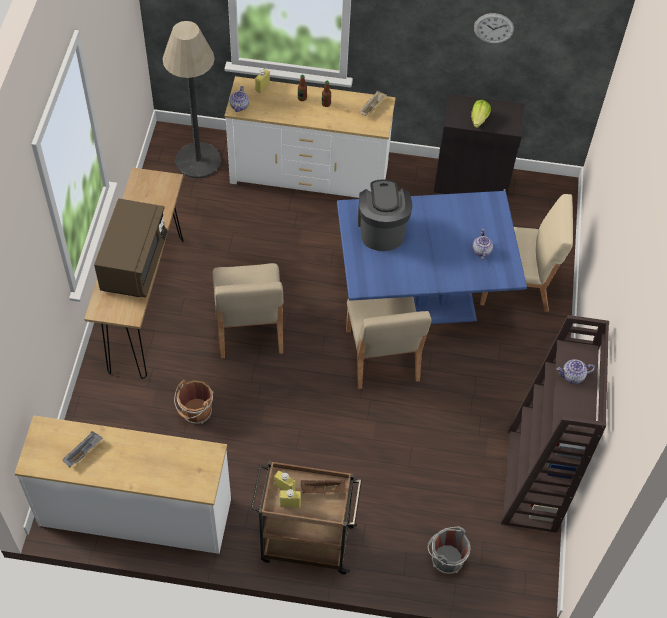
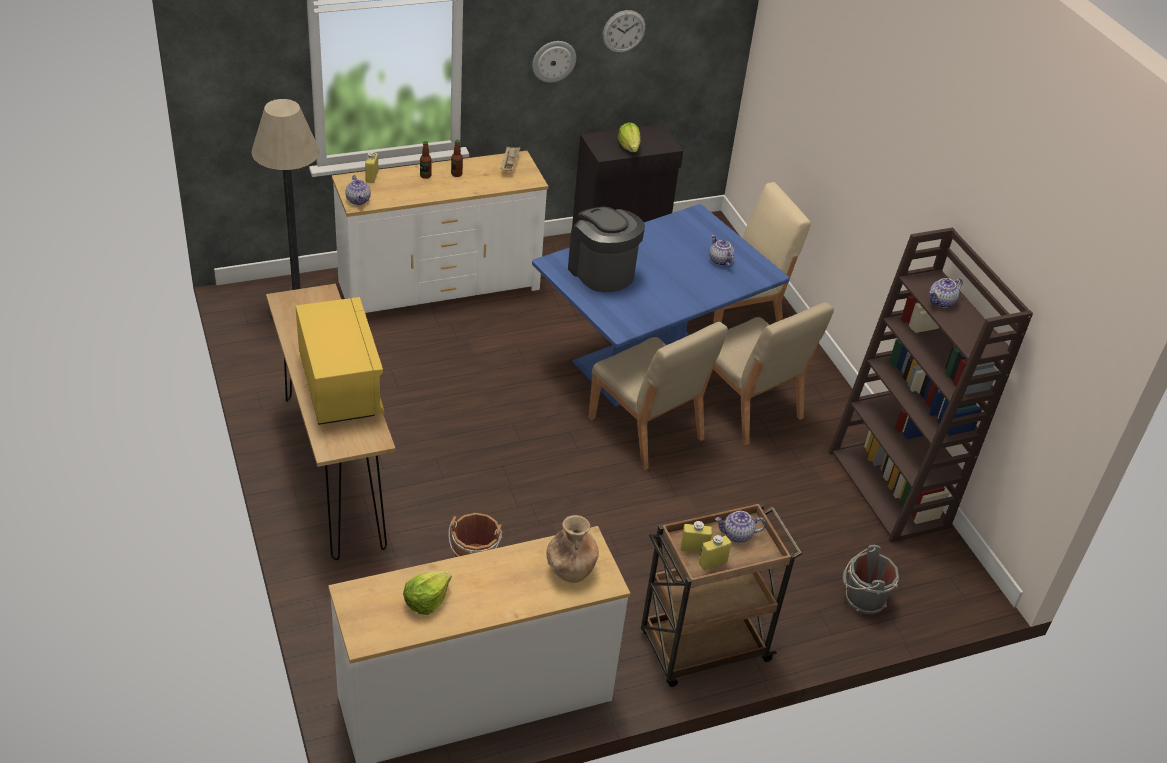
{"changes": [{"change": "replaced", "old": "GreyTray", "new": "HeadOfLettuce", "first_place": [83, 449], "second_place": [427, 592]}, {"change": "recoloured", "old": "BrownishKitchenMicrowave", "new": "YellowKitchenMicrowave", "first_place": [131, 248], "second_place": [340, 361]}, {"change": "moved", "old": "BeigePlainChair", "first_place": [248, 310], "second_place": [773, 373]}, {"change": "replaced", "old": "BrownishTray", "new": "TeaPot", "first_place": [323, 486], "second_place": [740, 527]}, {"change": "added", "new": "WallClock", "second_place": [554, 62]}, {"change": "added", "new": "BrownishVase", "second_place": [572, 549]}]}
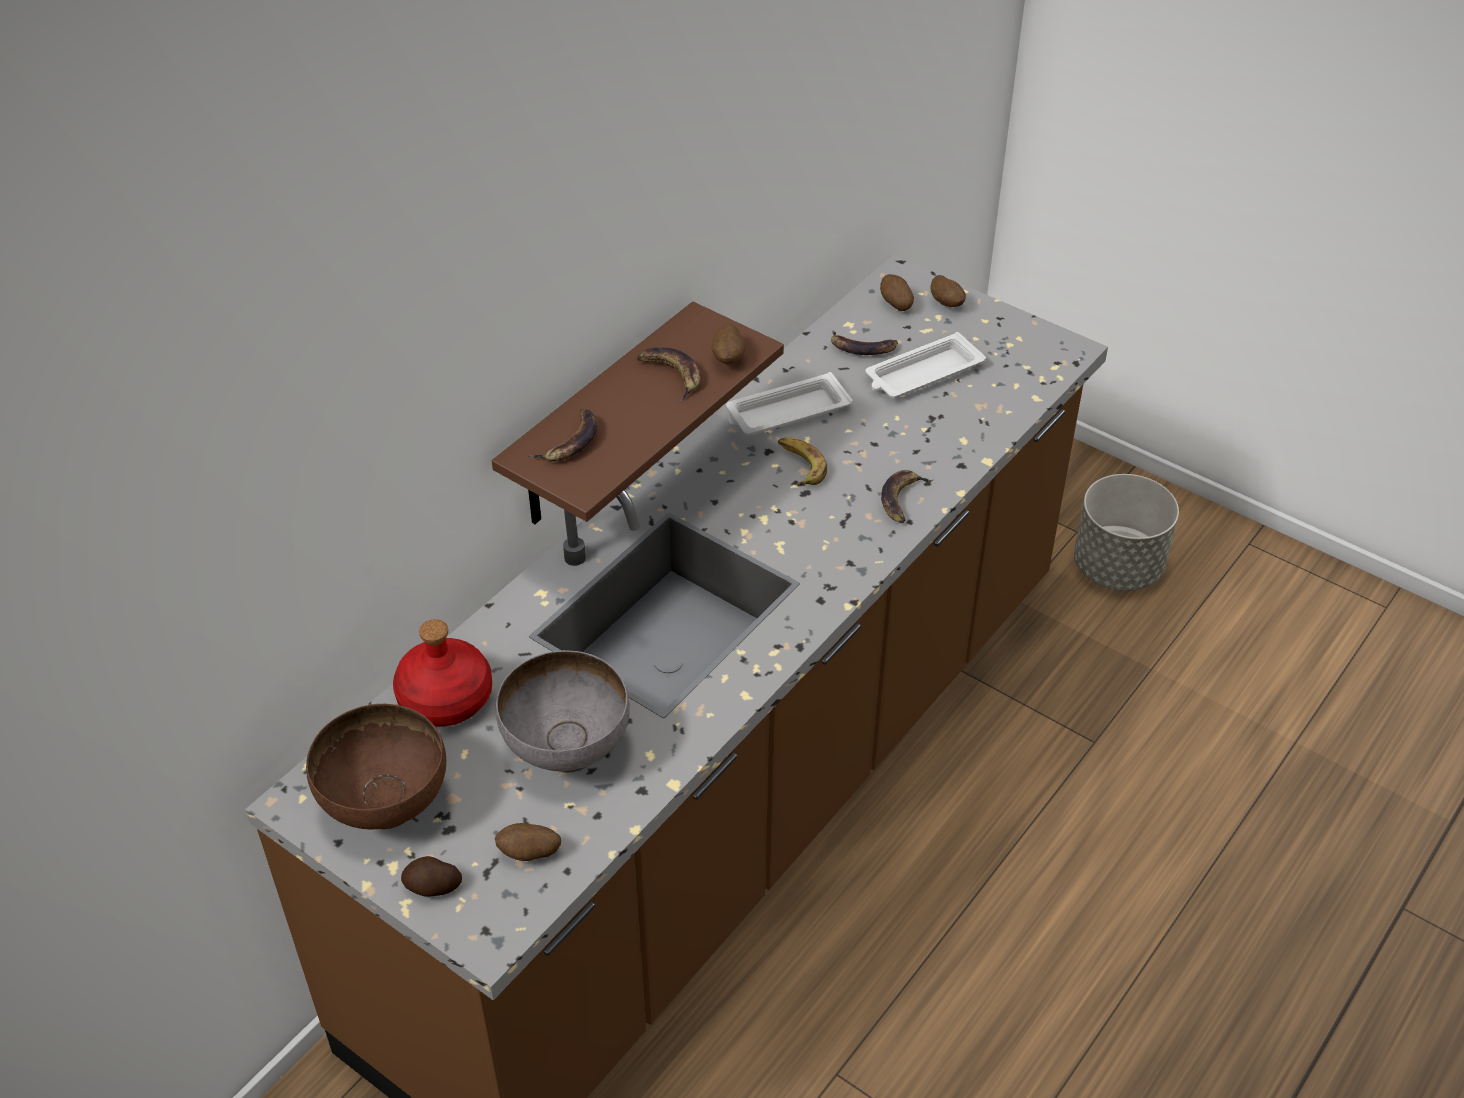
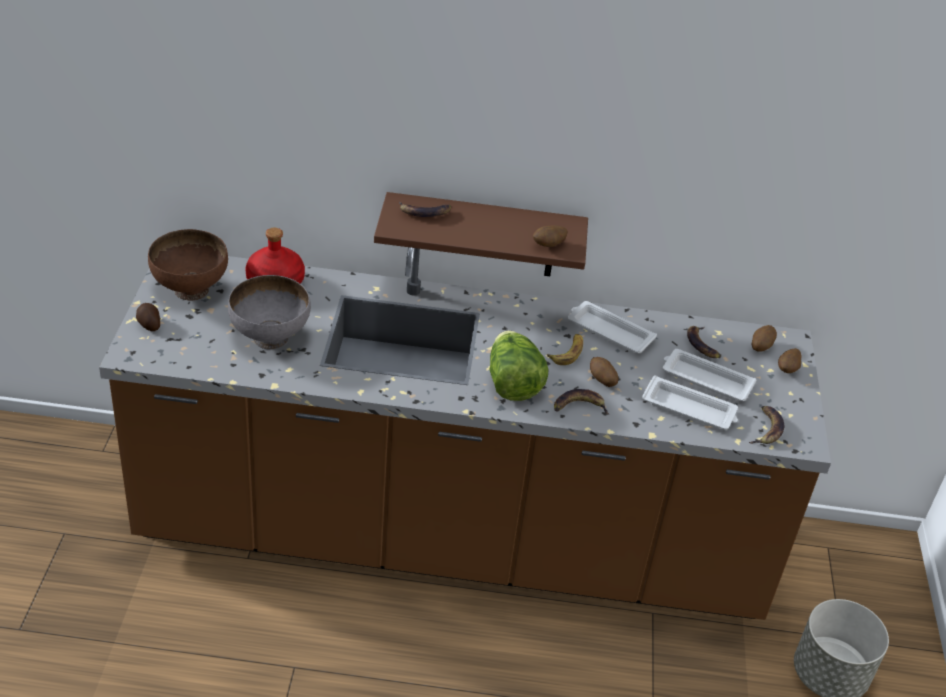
{"changes": [{"change": "moved", "old": "Potato", "first_place": [528, 842], "second_place": [604, 372]}, {"change": "moved", "old": "Banana", "first_place": [668, 374], "second_place": [766, 425]}, {"change": "added", "new": "HeadOfLettuce", "second_place": [519, 366]}, {"change": "added", "new": "WhitishTray", "second_place": [690, 402]}]}
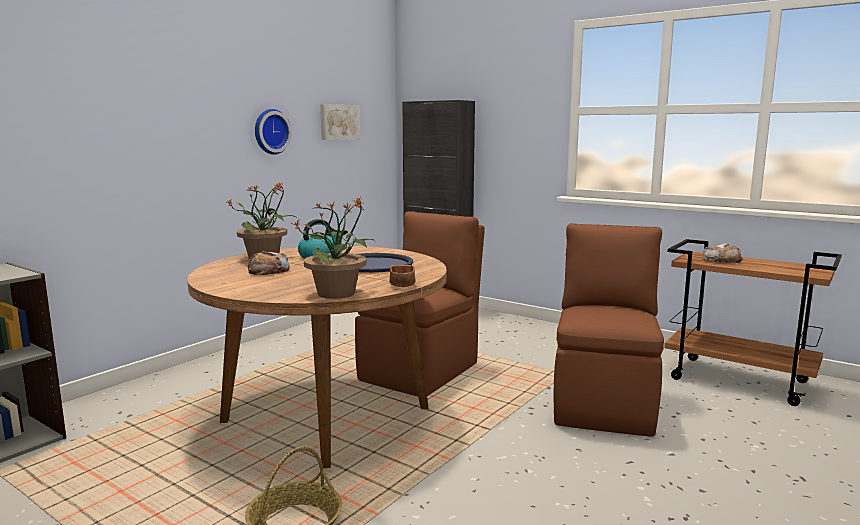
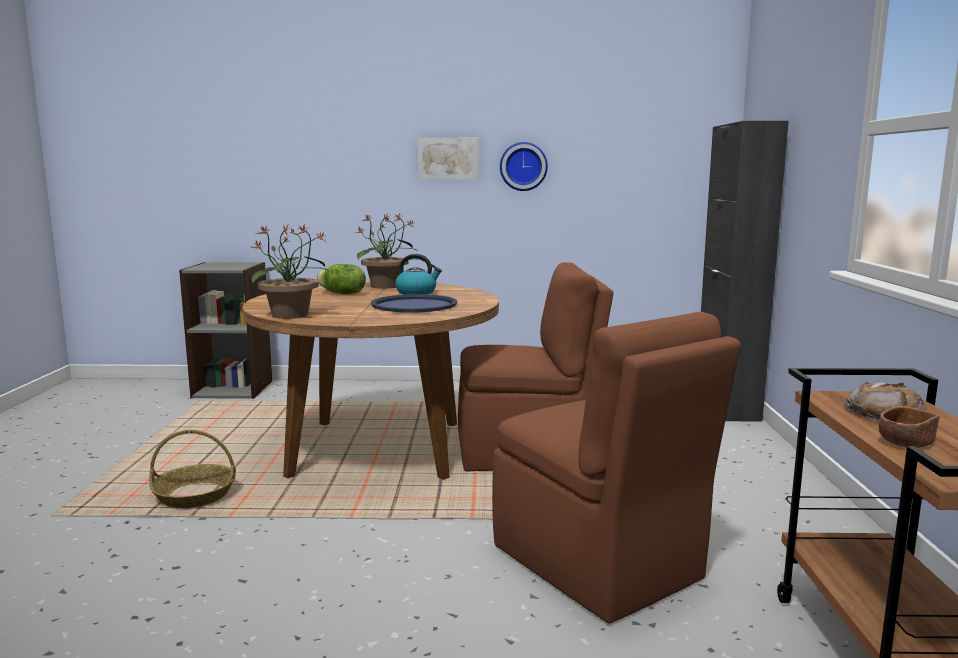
{"changes": [{"change": "replaced", "old": "BakedBread", "new": "HeadOfLettuce", "first_place": [268, 263], "second_place": [341, 279]}, {"change": "moved", "old": "Picture", "first_place": [340, 122], "second_place": [448, 158]}, {"change": "moved", "old": "BrownishDeepDish", "first_place": [402, 276], "second_place": [909, 427]}, {"change": "turned", "old": "BrownishPlainChair", "first_place": [609, 330], "second_place": [616, 468], "degrees": 75}]}
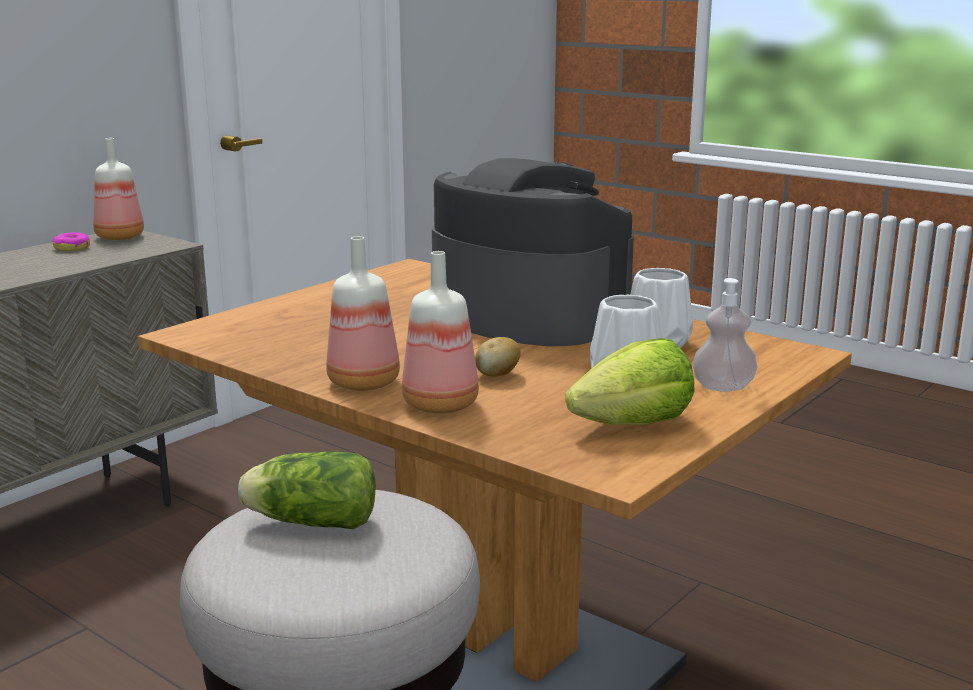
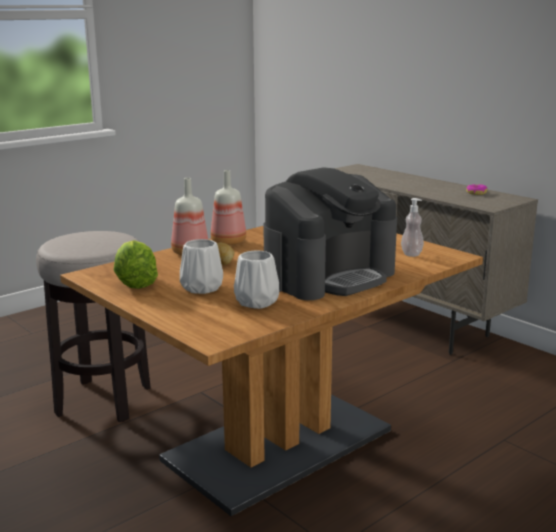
{"changes": [{"change": "removed", "old": "Bottle", "first_place": [118, 189]}, {"change": "removed", "old": "HeadOfLettuce", "first_place": [306, 490]}, {"change": "moved", "old": "SoapBottle", "first_place": [725, 335], "second_place": [412, 227]}]}
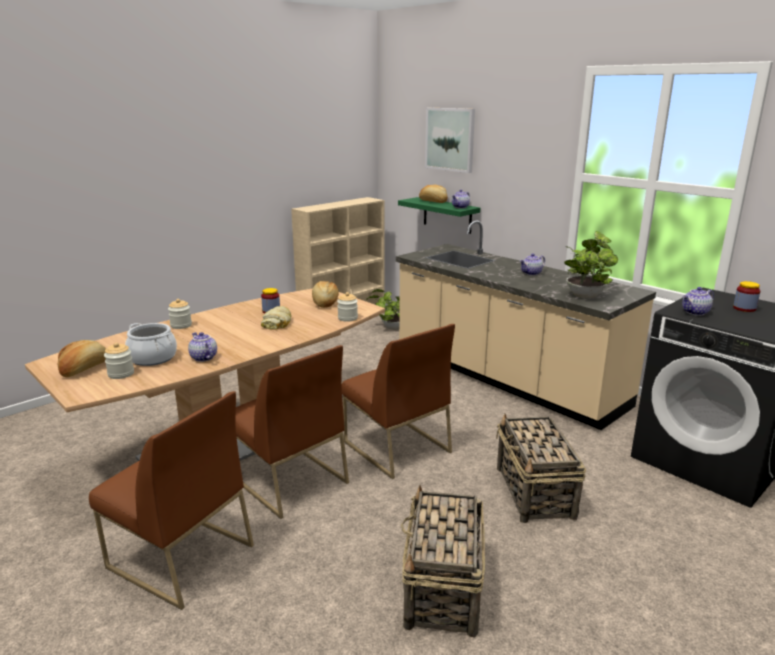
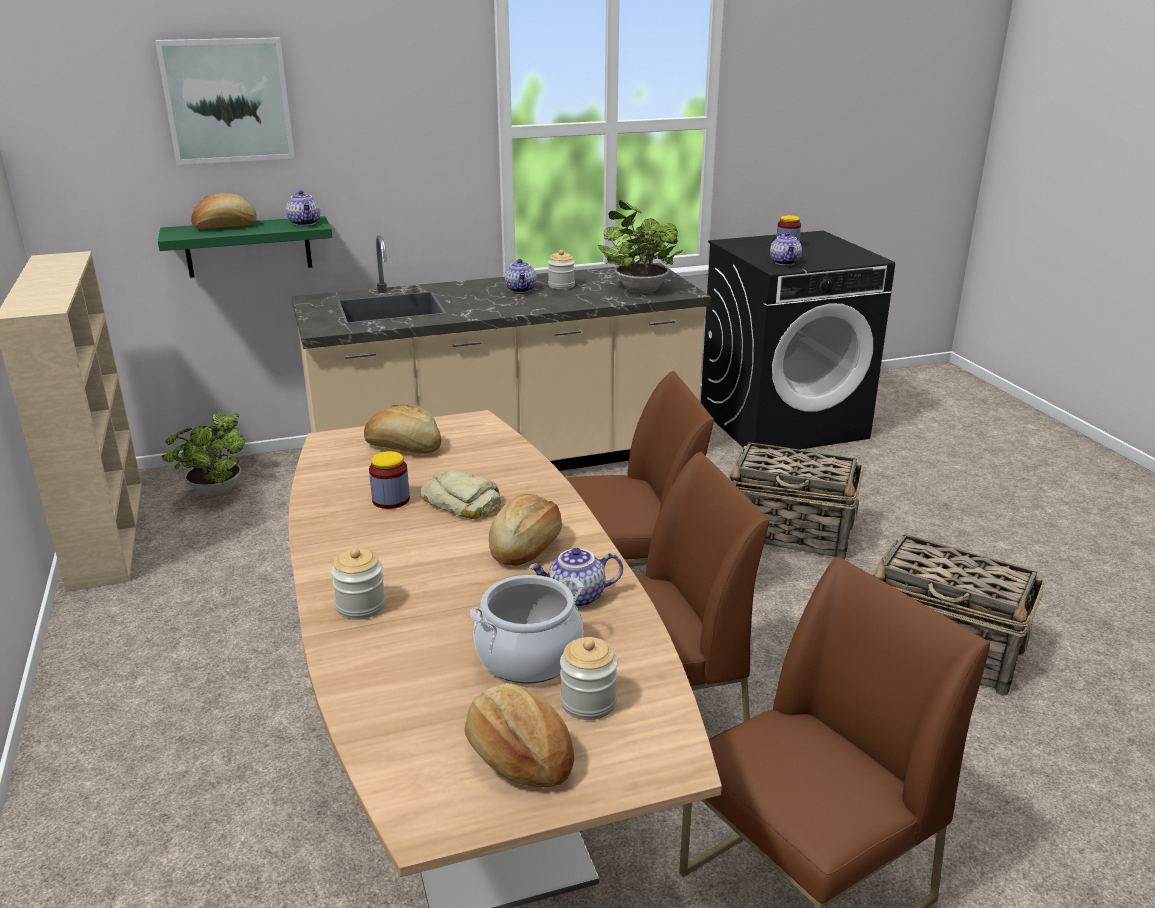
{"changes": [{"change": "moved", "old": "PreserveJar", "first_place": [347, 307], "second_place": [561, 269]}, {"change": "added", "new": "BakedBread", "second_place": [525, 530]}]}
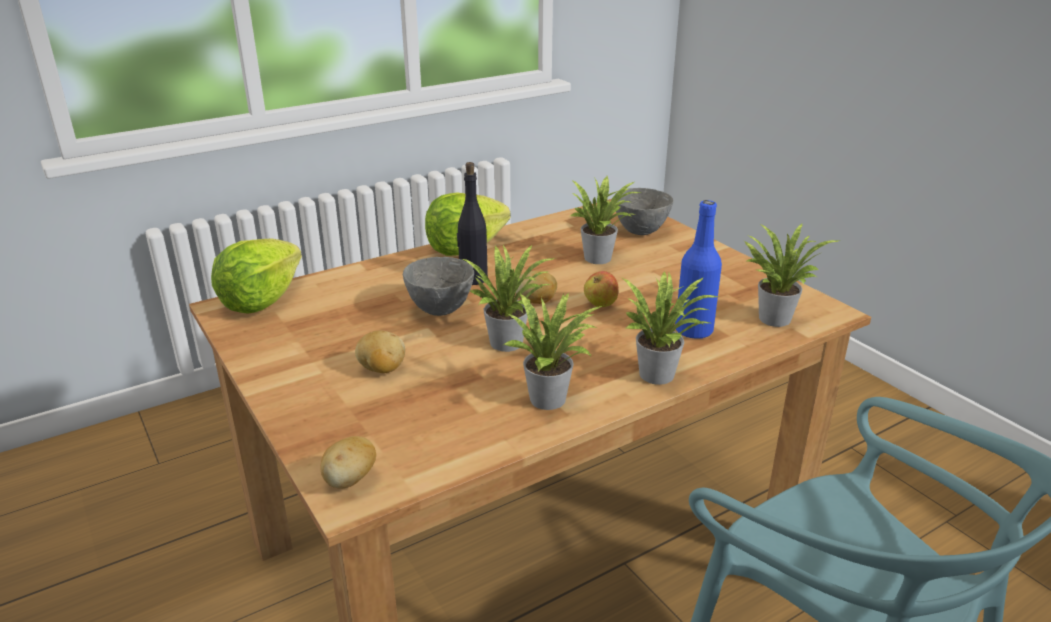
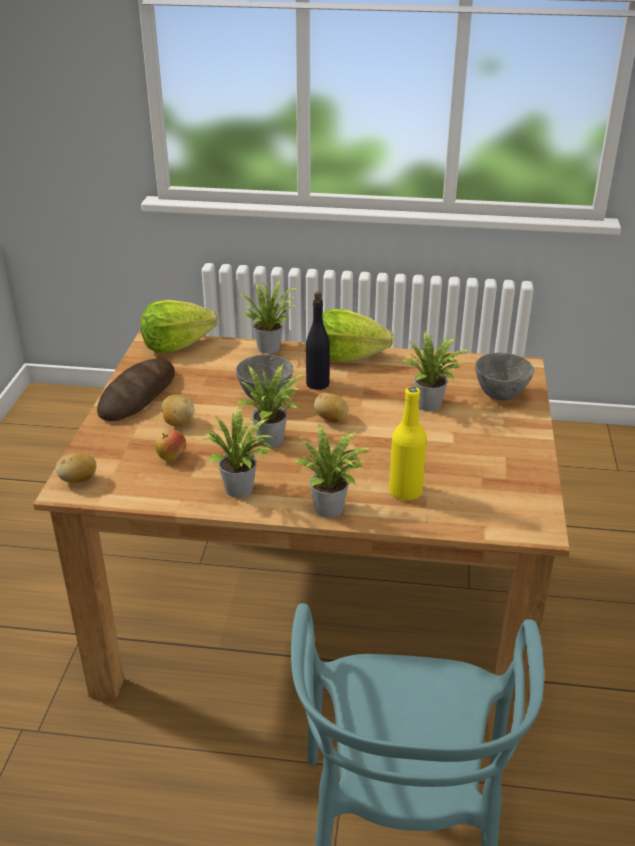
{"changes": [{"change": "moved", "old": "AppleFruit", "first_place": [601, 289], "second_place": [170, 445]}, {"change": "recoloured", "old": "BluishBottle", "new": "YellowBottle", "first_place": [698, 269], "second_place": [408, 444]}, {"change": "moved", "old": "PlantInAPot", "first_place": [791, 275], "second_place": [268, 317]}, {"change": "added", "new": "BakedBread", "second_place": [136, 390]}]}
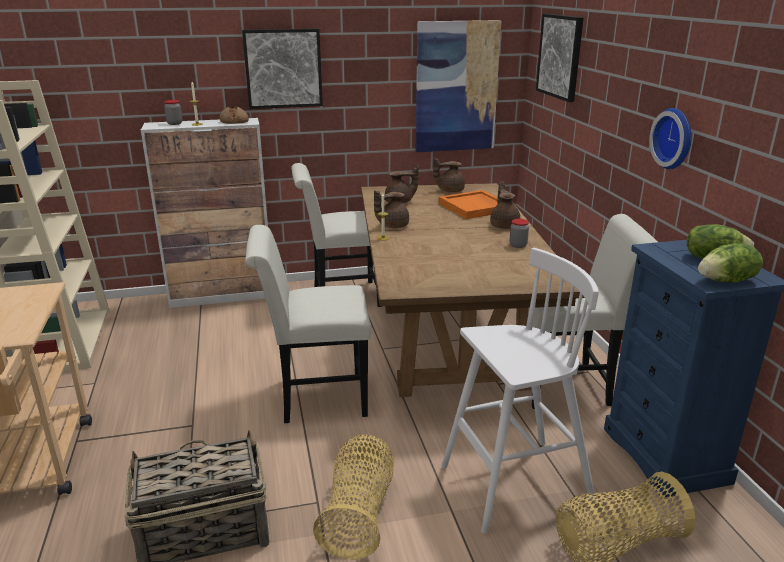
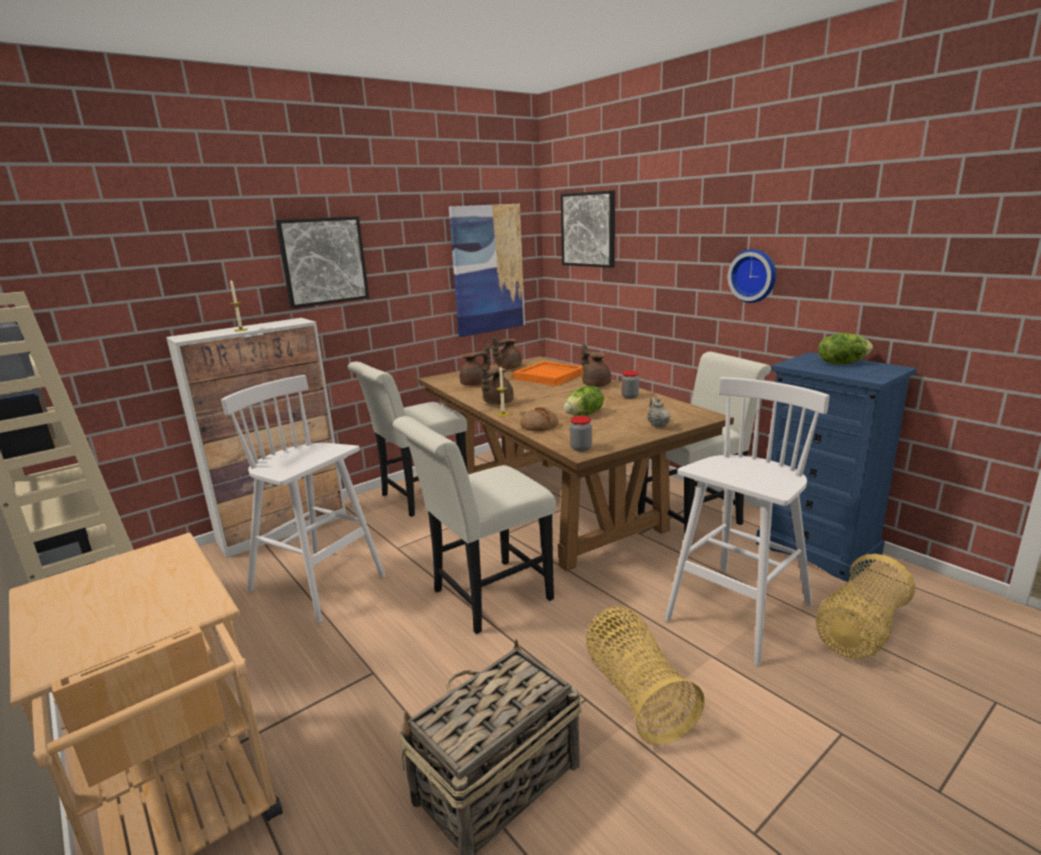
{"changes": [{"change": "moved", "old": "PreserveJar", "first_place": [173, 112], "second_place": [581, 434]}, {"change": "moved", "old": "BakedBread", "first_place": [234, 115], "second_place": [539, 419]}, {"change": "moved", "old": "HeadOfLettuce", "first_place": [730, 263], "second_place": [584, 401]}, {"change": "added", "new": "WhitishSittingStool", "second_place": [303, 499]}, {"change": "added", "new": "BeigeTeaPot", "second_place": [659, 412]}]}
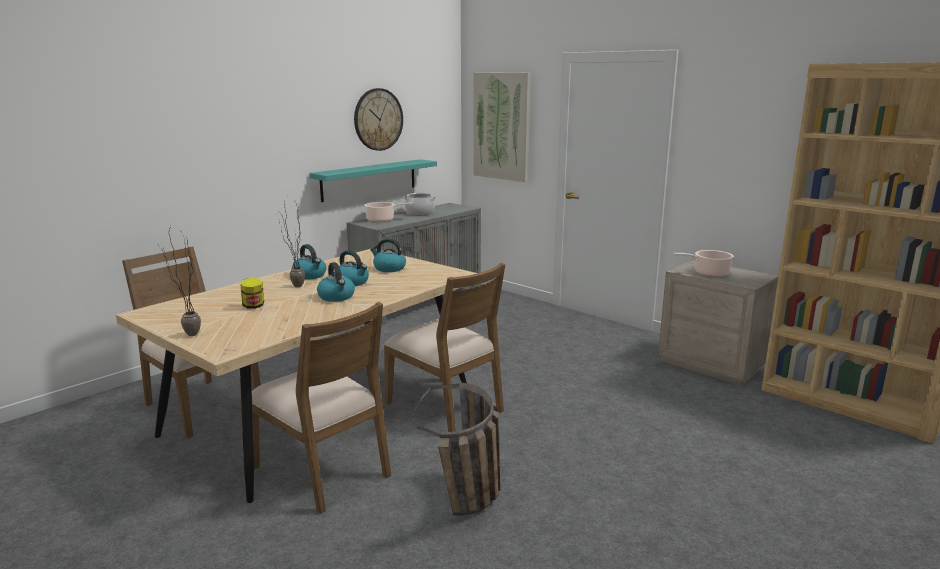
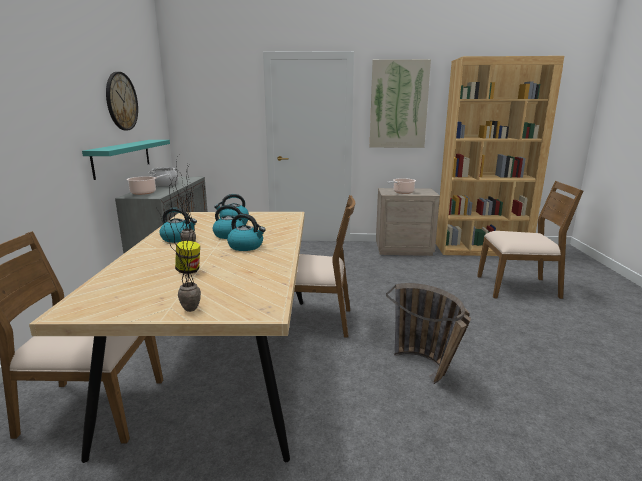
{"changes": [{"change": "moved", "old": "BrownishPlainChair", "first_place": [321, 408], "second_place": [530, 240]}, {"change": "moved", "old": "Picture", "first_place": [502, 127], "second_place": [400, 103]}]}
